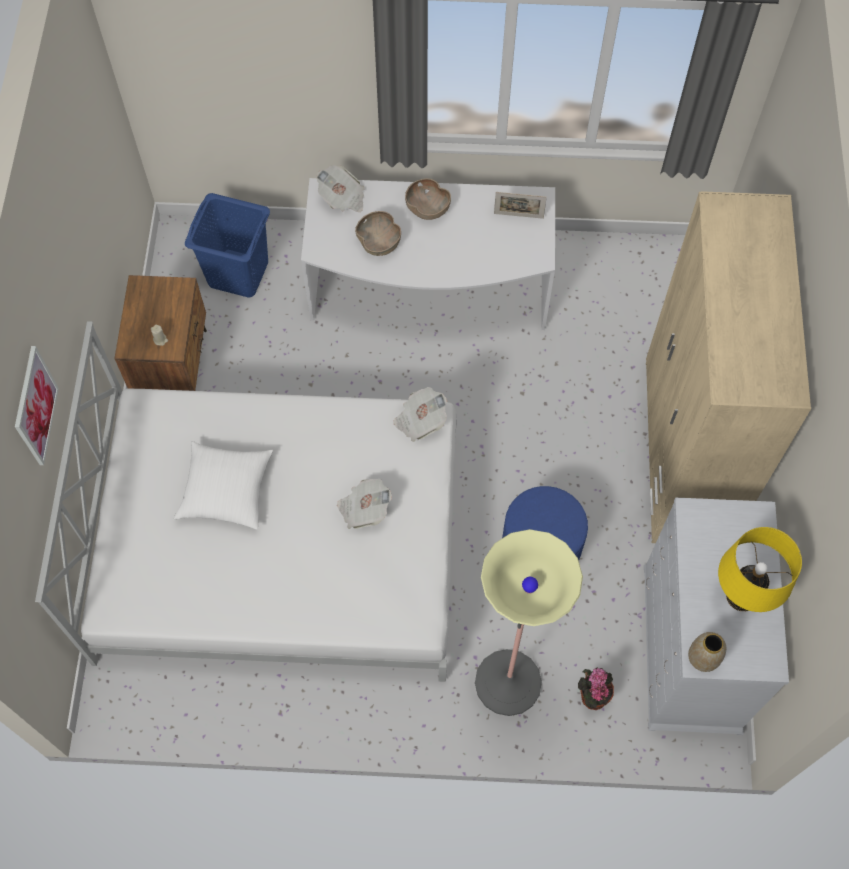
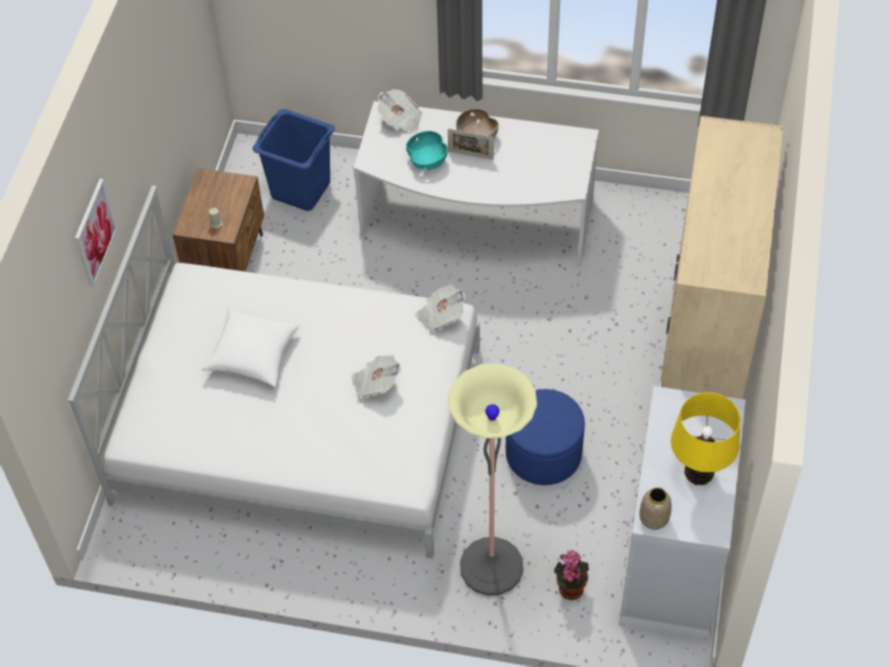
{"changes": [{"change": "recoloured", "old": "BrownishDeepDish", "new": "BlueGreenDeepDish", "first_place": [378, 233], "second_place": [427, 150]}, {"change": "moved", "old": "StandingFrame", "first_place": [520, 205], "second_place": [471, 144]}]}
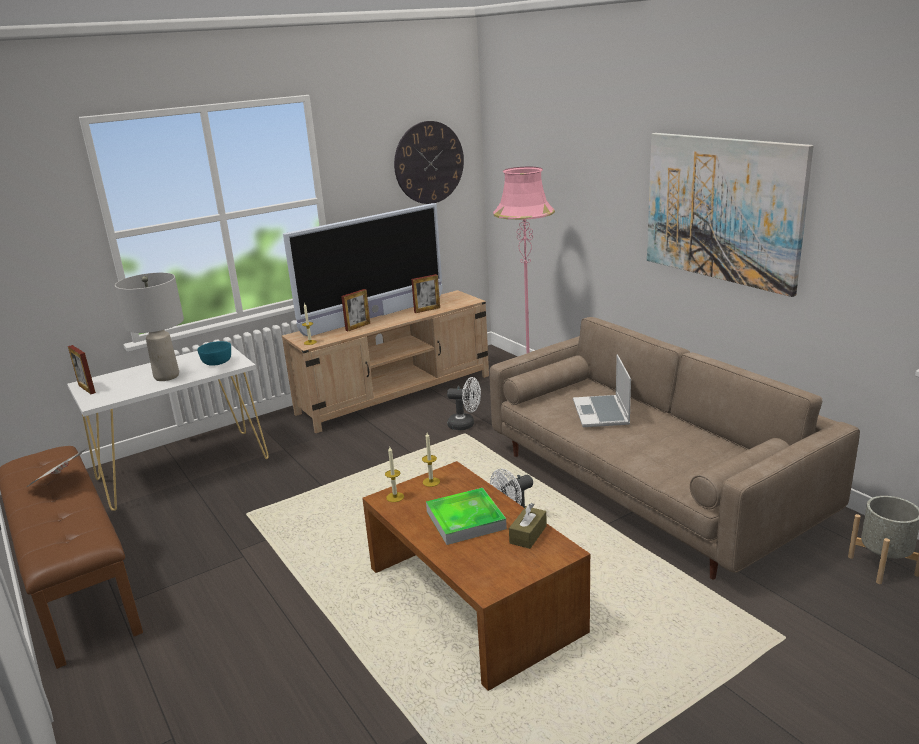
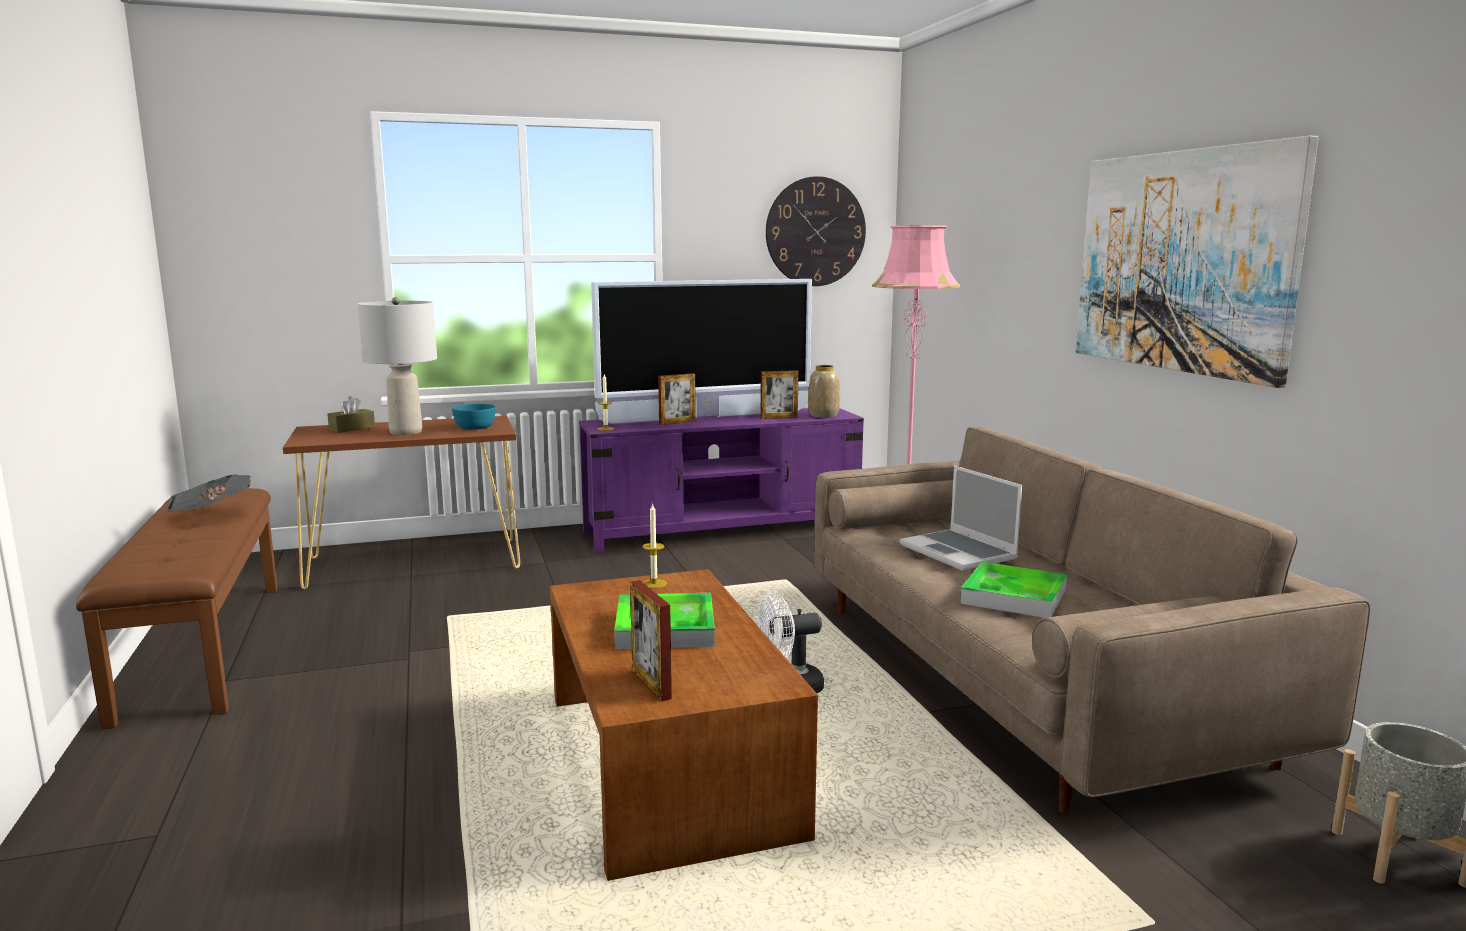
{"changes": [{"change": "recoloured", "old": "WhitishConsoleTable", "new": "BrownishConsoleTable", "first_place": [168, 428], "second_place": [401, 502]}, {"change": "moved", "old": "StandingFrame", "first_place": [82, 369], "second_place": [651, 640]}, {"change": "recoloured", "old": "BeigeMediaConsole", "new": "PurpleColouredMediaConsole", "first_place": [385, 361], "second_place": [721, 480]}, {"change": "removed", "old": "WaxLight", "first_place": [394, 474]}, {"change": "removed", "old": "WhitishElectricFan", "first_place": [464, 403]}, {"change": "moved", "old": "BrownishTissueHolder", "first_place": [528, 526], "second_place": [351, 414]}, {"change": "turned", "old": "PortableComputer", "first_place": [602, 391], "second_place": [961, 518], "degrees": -45}, {"change": "added", "new": "Vase", "second_place": [824, 391]}, {"change": "added", "new": "Tray", "second_place": [1013, 590]}]}
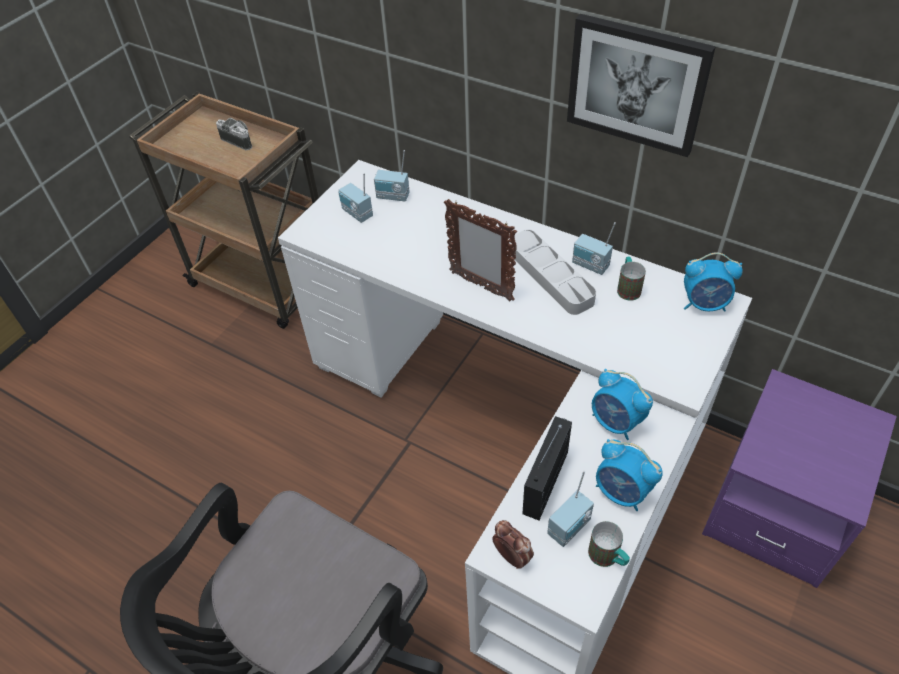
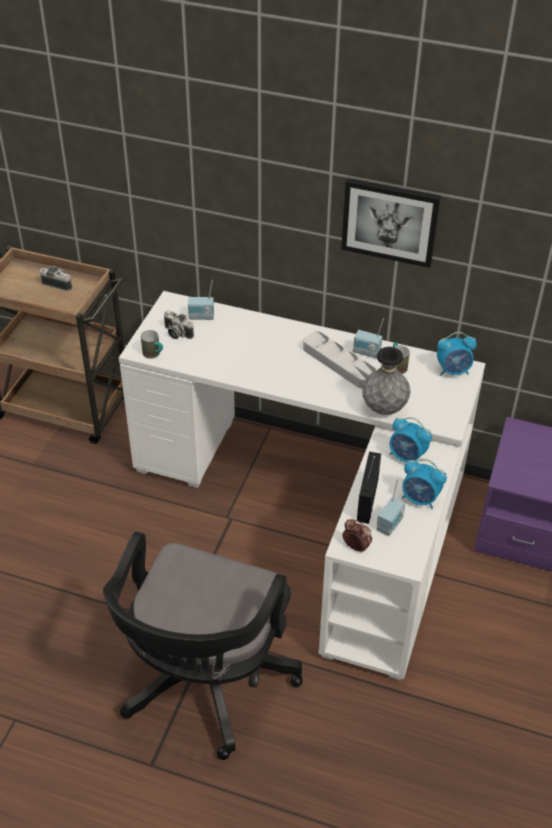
{"changes": [{"change": "replaced", "old": "RadioReceiver", "new": "PhotoCamera", "first_place": [356, 198], "second_place": [179, 325]}, {"change": "removed", "old": "StandingFrame", "first_place": [480, 250]}, {"change": "moved", "old": "Mug", "first_place": [609, 544], "second_place": [152, 344]}, {"change": "added", "new": "GreyVase", "second_place": [386, 381]}]}
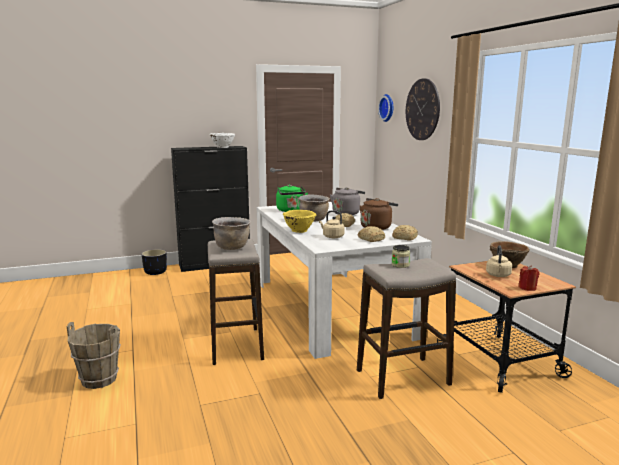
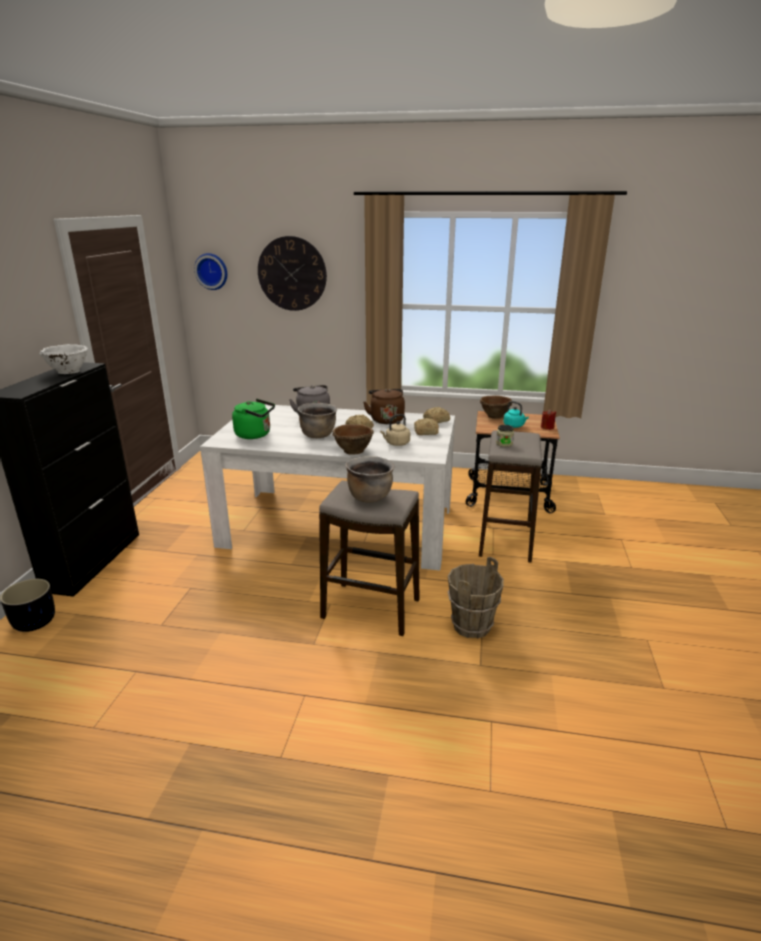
{"changes": [{"change": "moved", "old": "BrownishBucket", "first_place": [94, 355], "second_place": [476, 598]}, {"change": "recoloured", "old": "YellowDeepDish", "new": "BrownishDeepDish", "first_place": [299, 221], "second_place": [353, 439]}, {"change": "recoloured", "old": "BeigeWaterKettle", "new": "BlueGreenWaterKettle", "first_place": [499, 261], "second_place": [516, 414]}]}
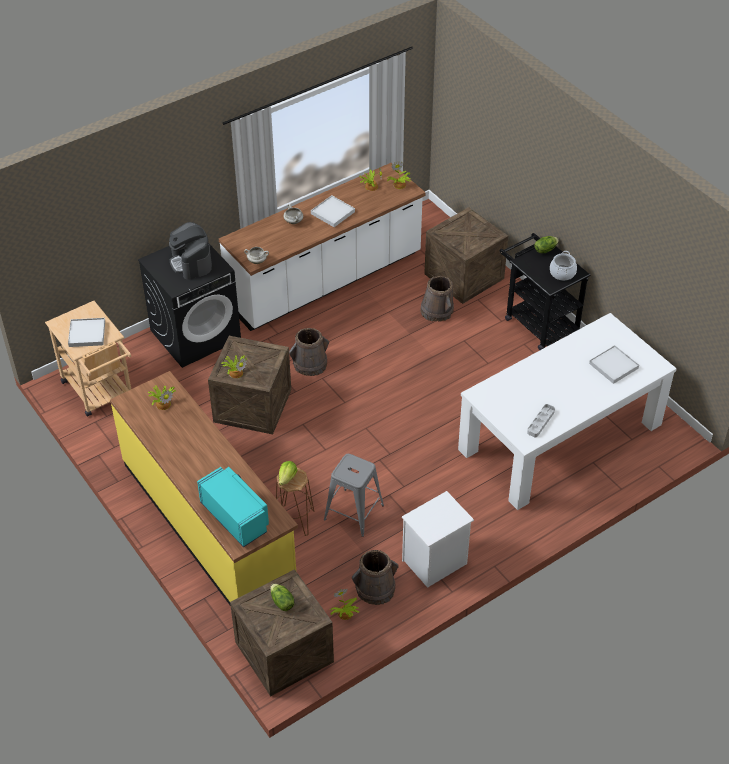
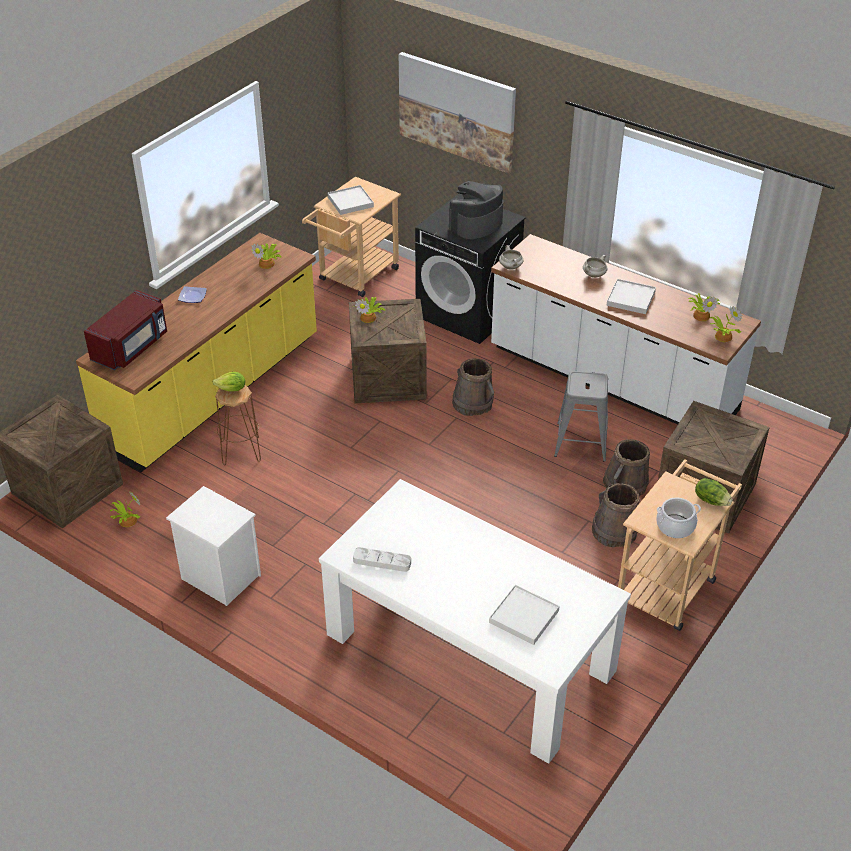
{"changes": [{"change": "recoloured", "old": "BlueGreenKitchenMicrowave", "new": "ReddishKitchenMicrowave", "first_place": [233, 507], "second_place": [125, 330]}, {"change": "removed", "old": "HeadOfLettuce", "first_place": [282, 597]}, {"change": "moved", "old": "GreySittingStool", "first_place": [354, 495], "second_place": [581, 416]}, {"change": "moved", "old": "BrownishBucket", "first_place": [375, 577], "second_place": [616, 515]}, {"change": "recoloured", "old": "BlackTrolley", "new": "BeigeTrolley", "first_place": [545, 291], "second_place": [680, 545]}, {"change": "added", "new": "FlatDish", "second_place": [192, 294]}, {"change": "added", "new": "Picture", "second_place": [457, 112]}]}
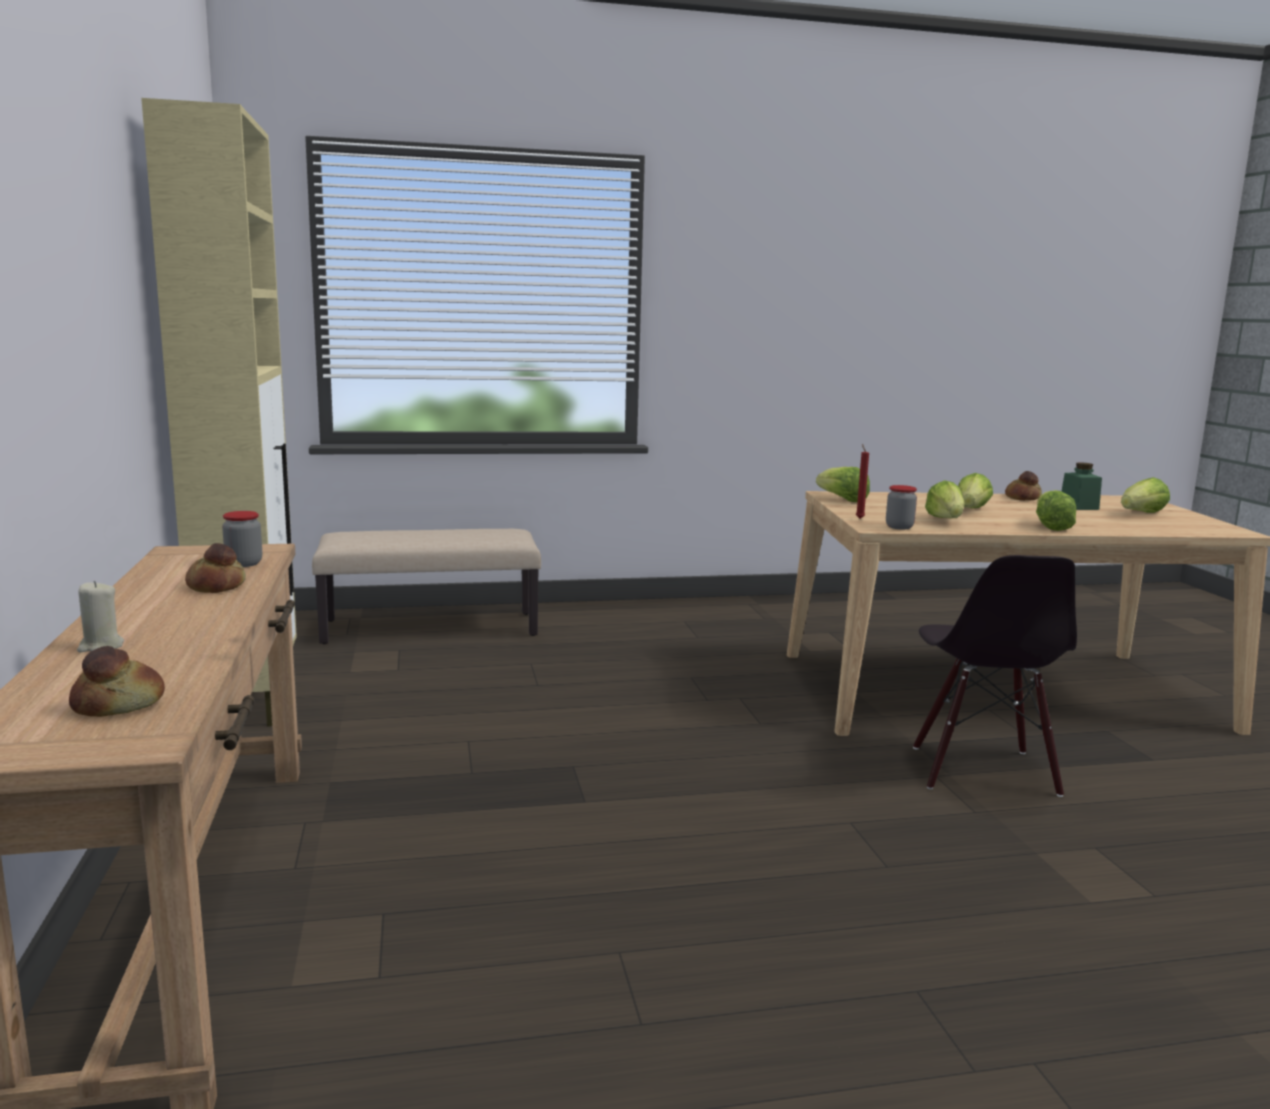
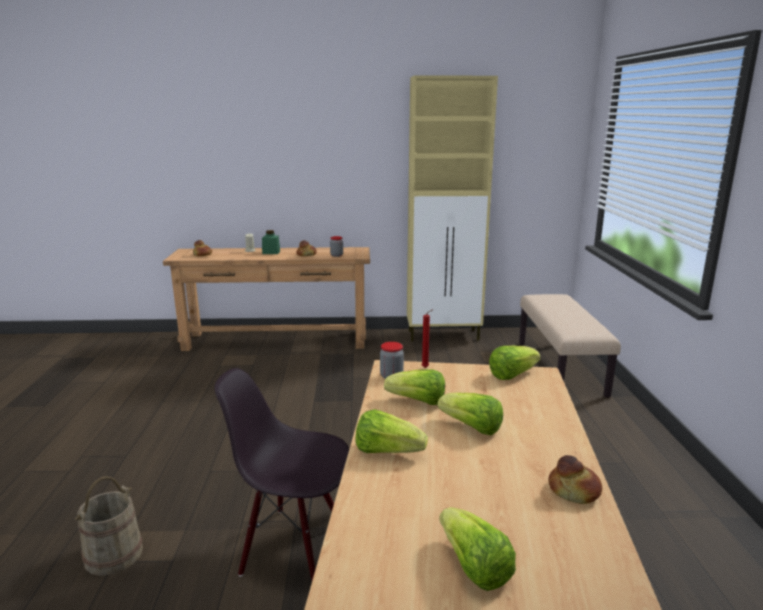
{"changes": [{"change": "moved", "old": "GreenColouredPreserveJar", "first_place": [1081, 486], "second_place": [271, 242]}, {"change": "added", "new": "BeigeBucket", "second_place": [109, 526]}]}
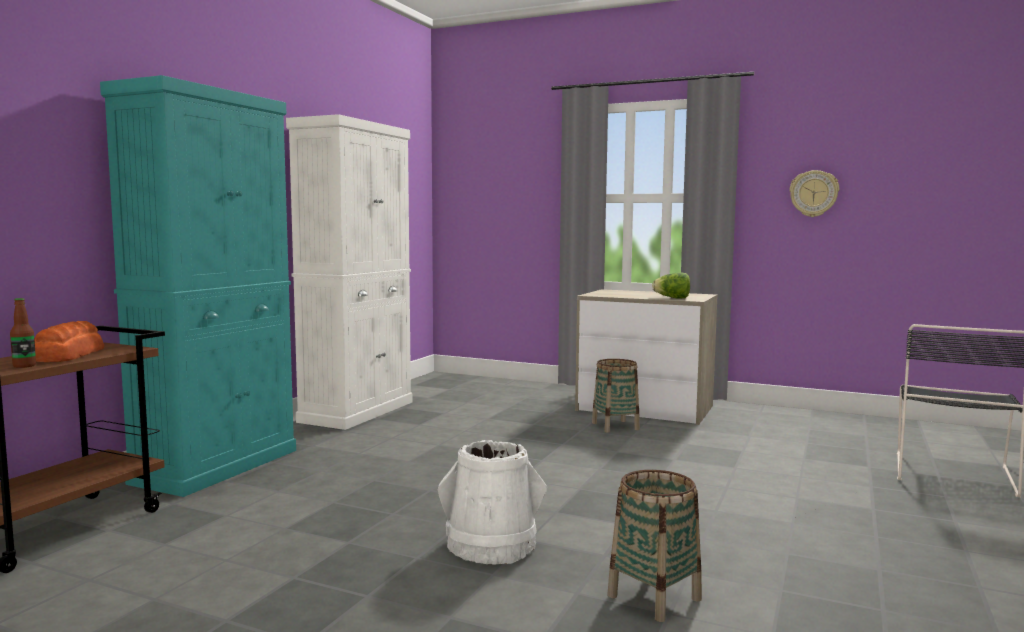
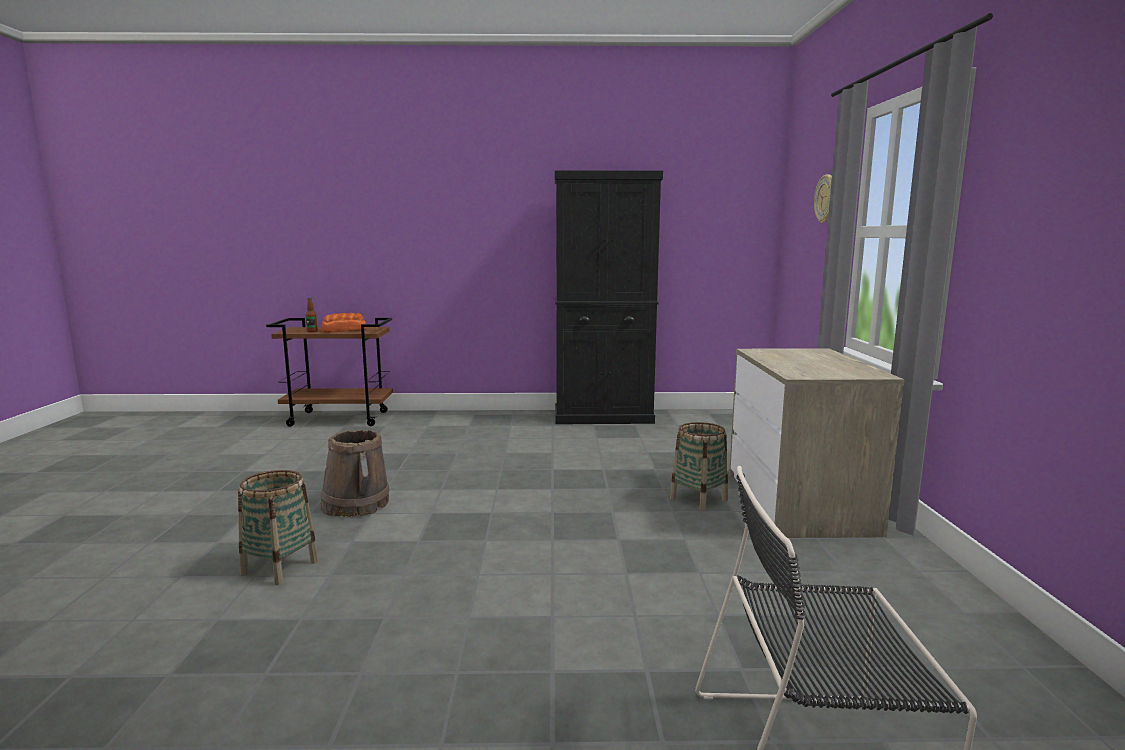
{"changes": [{"change": "removed", "old": "BlueGreenStorageCabinet", "first_place": [198, 286]}, {"change": "recoloured", "old": "WhitishStorageCabinet", "new": "BlackStorageCabinet", "first_place": [349, 272], "second_place": [609, 297]}, {"change": "recoloured", "old": "WhitishBucket", "new": "BrownishBucket", "first_place": [492, 502], "second_place": [354, 473]}, {"change": "removed", "old": "HeadOfLettuce", "first_place": [671, 285]}, {"change": "moved", "old": "WallClock", "first_place": [814, 193], "second_place": [823, 198]}]}
